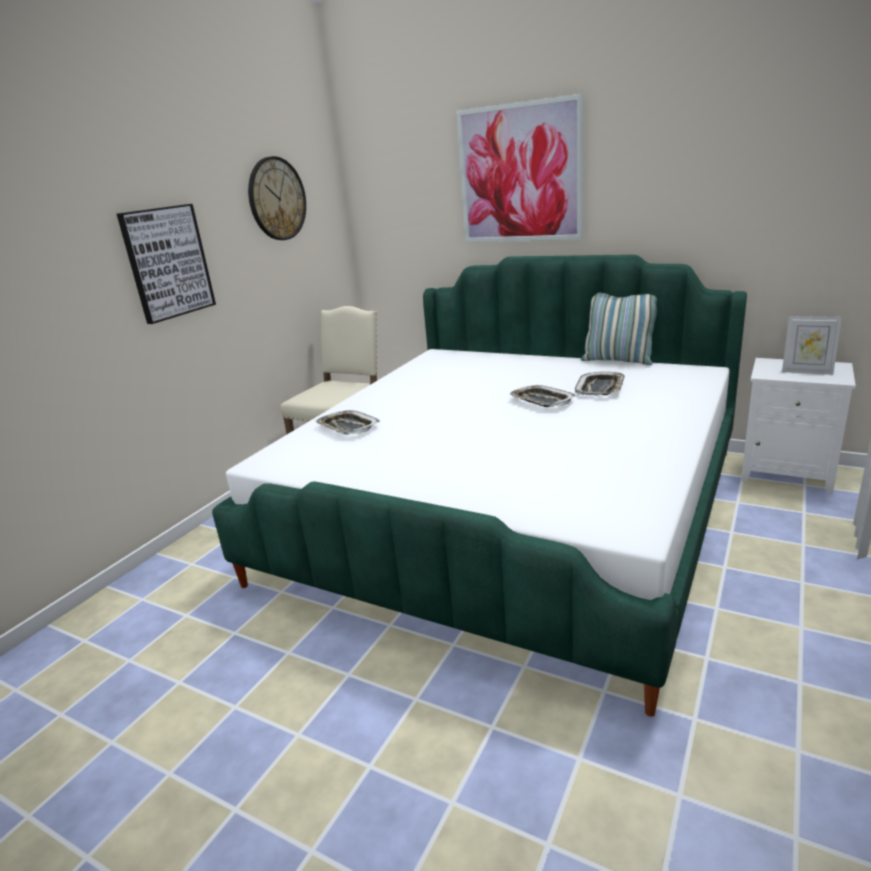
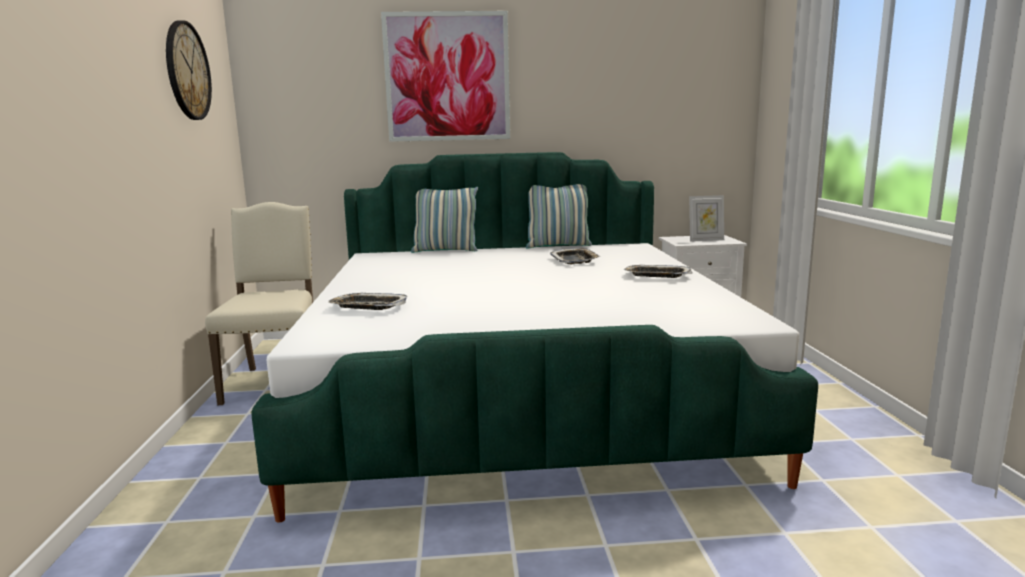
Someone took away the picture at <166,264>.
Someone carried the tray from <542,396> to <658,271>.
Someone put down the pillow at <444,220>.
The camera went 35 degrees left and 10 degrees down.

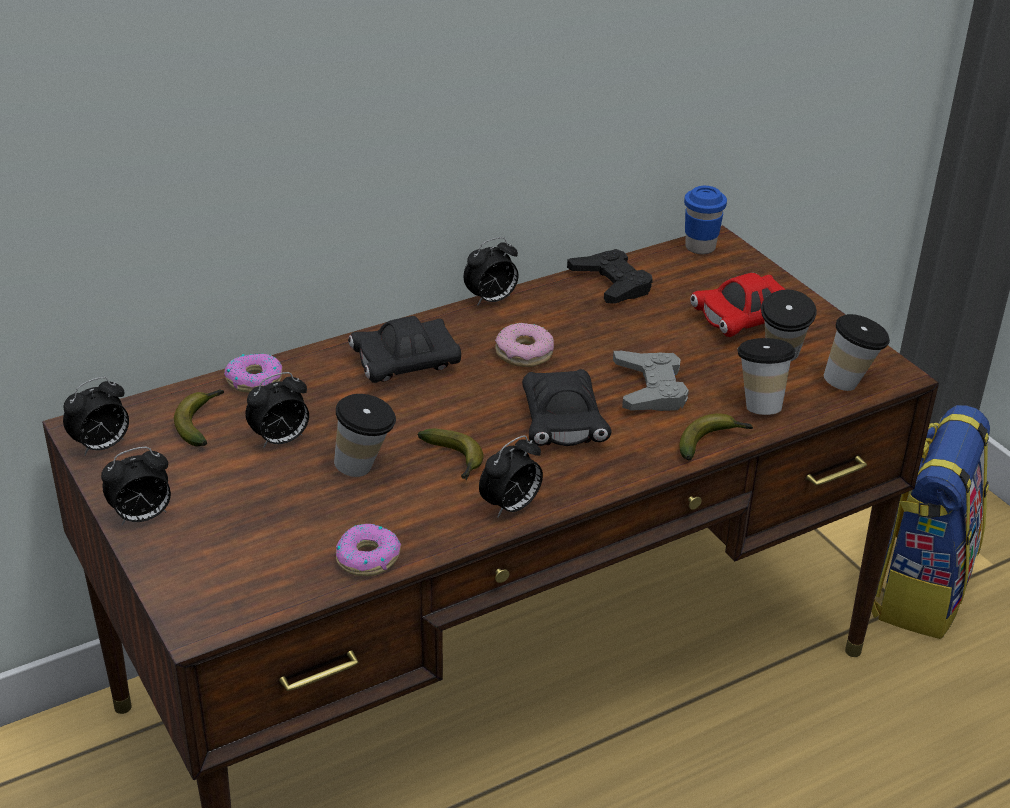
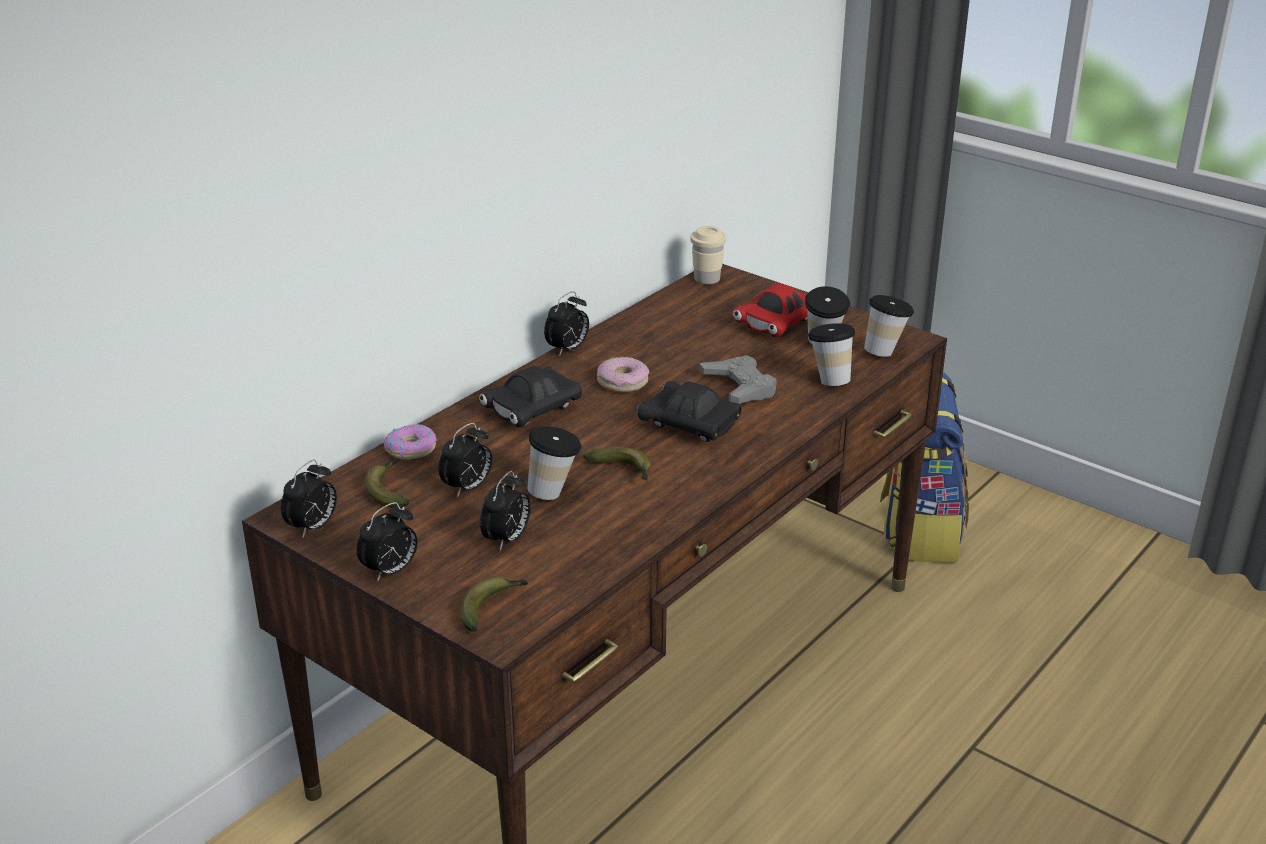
Someone repainted the cup/blue at <705,220>, which became the cup/beige at <708,255>.
Someone took away the game controller/black at <610,276>.
Someone rotated the toy car/black at <567,407> by 150 degrees clockwise.
Someone carried the banana from <716,436> to <494,604>.
Someone carried the alarm clock from <511,476> to <505,511>.
Someone took away the donut at <368,550>.
The camera went 20 degrees left and 5 degrees down.

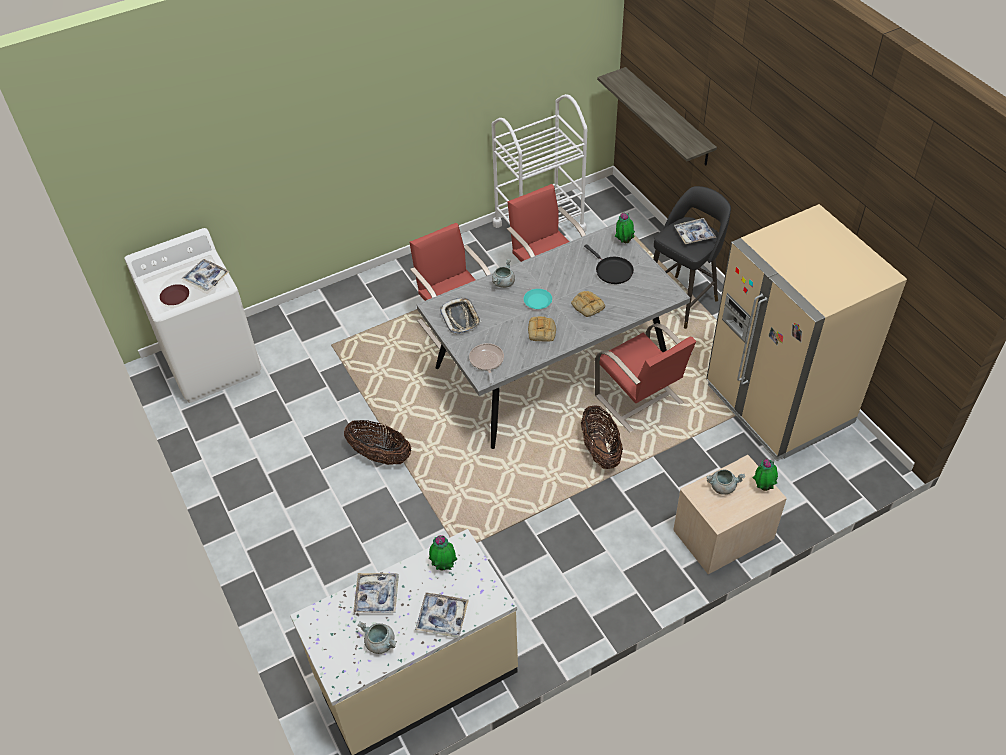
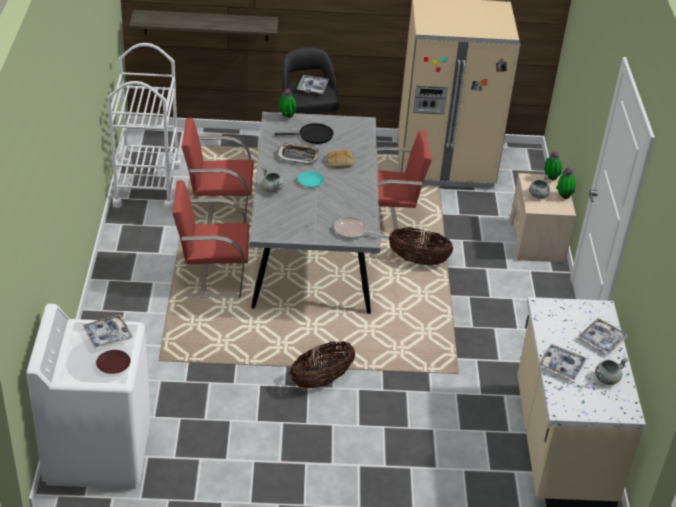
Someone carried the tray from <461,316> to <298,153>.
Someone took away the bread at <542,329>.
Someone carried the potted plant from <443,553> to <566,183>.
The camera went 65 degrees left and 10 degrees down.

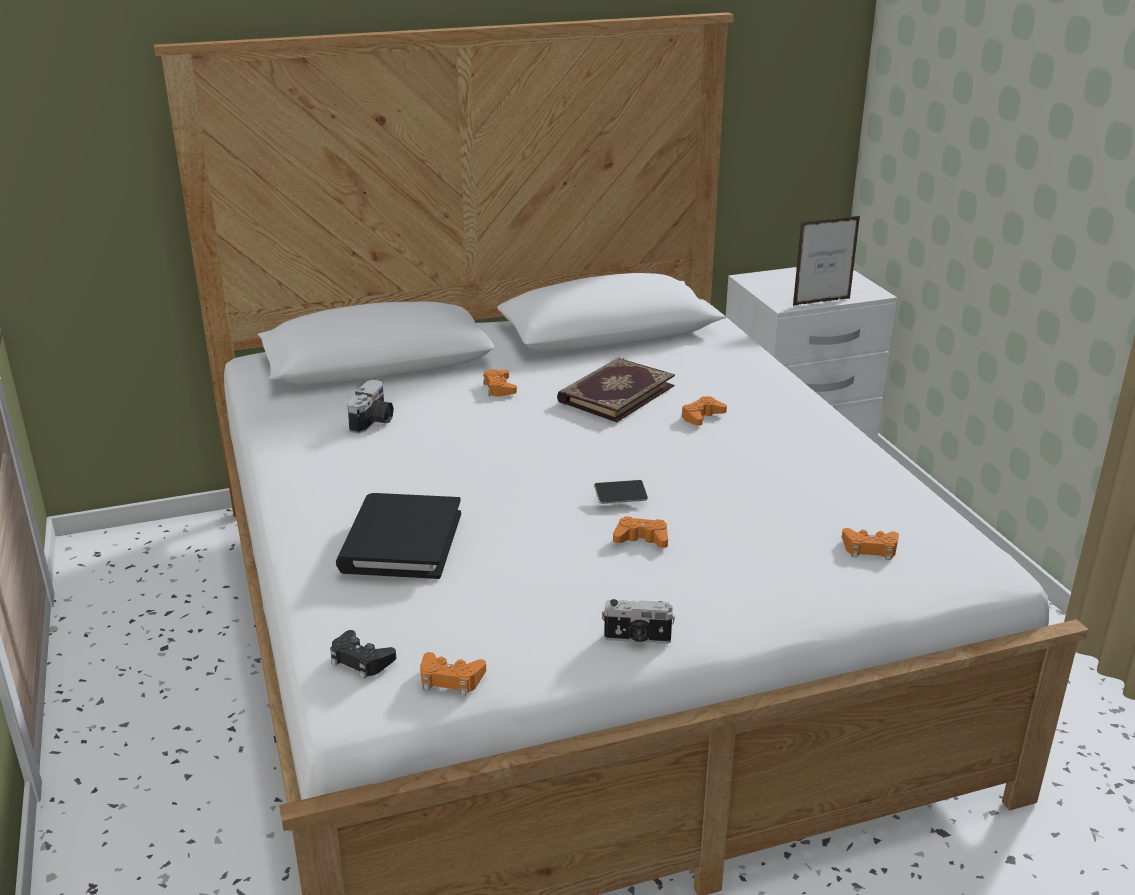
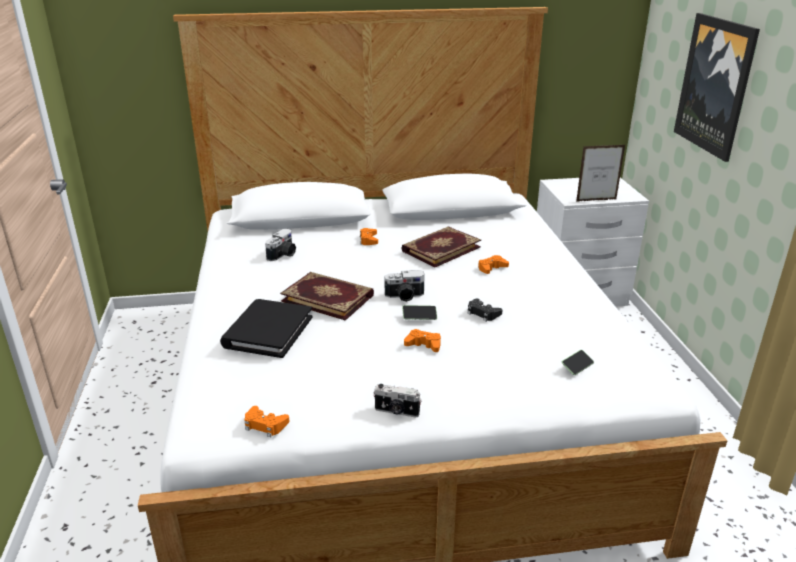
Someone swapped the game controller/orange at <870,544> for the phone at <578,362>.
Someone carried the game controller/black from <363,654> to <484,310>.
Someone put up the picture at <717,87>.
Someone put down the photo camera at <405,286>.
Someone put down the book at <327,296>.
The camera went 10 degrees right and 0 degrees up.

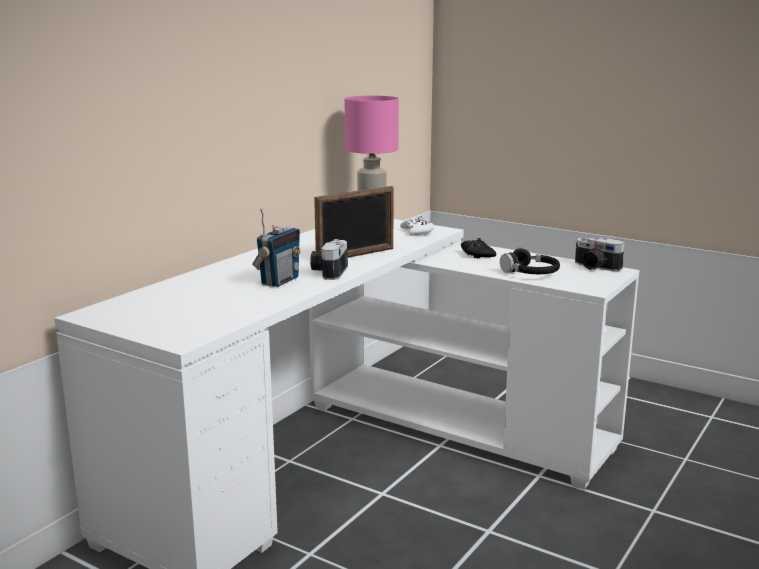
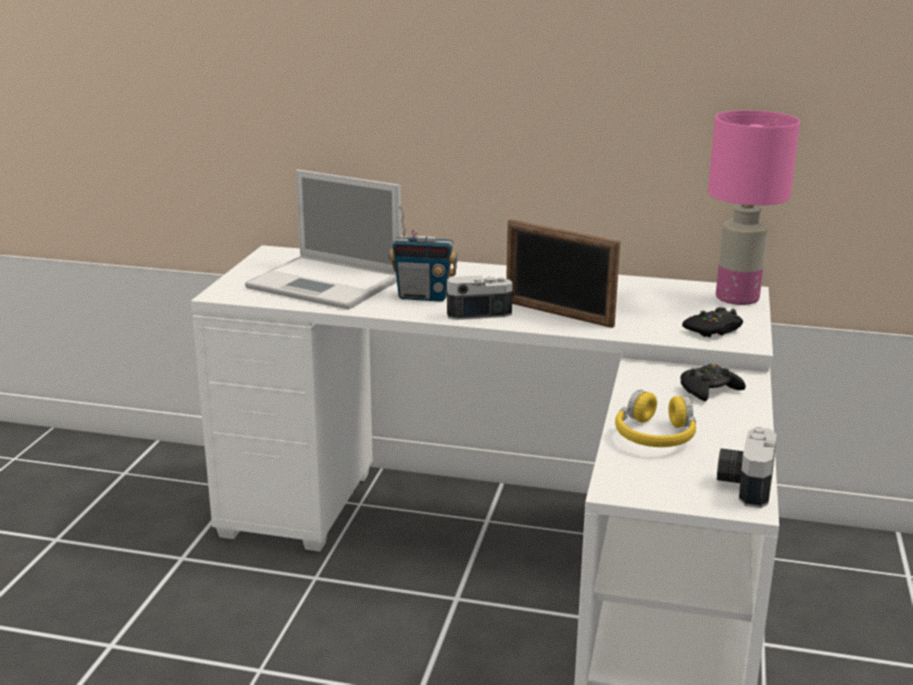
Someone repainted the game controller/white at <417,226>, which became the game controller/black at <712,322>.
Someone repainted the headphones/black at <530,260>, which became the headphones/yellow at <655,418>.
Someone put down the laptop at <323,239>.
The camera went 70 degrees right and 5 degrees up.

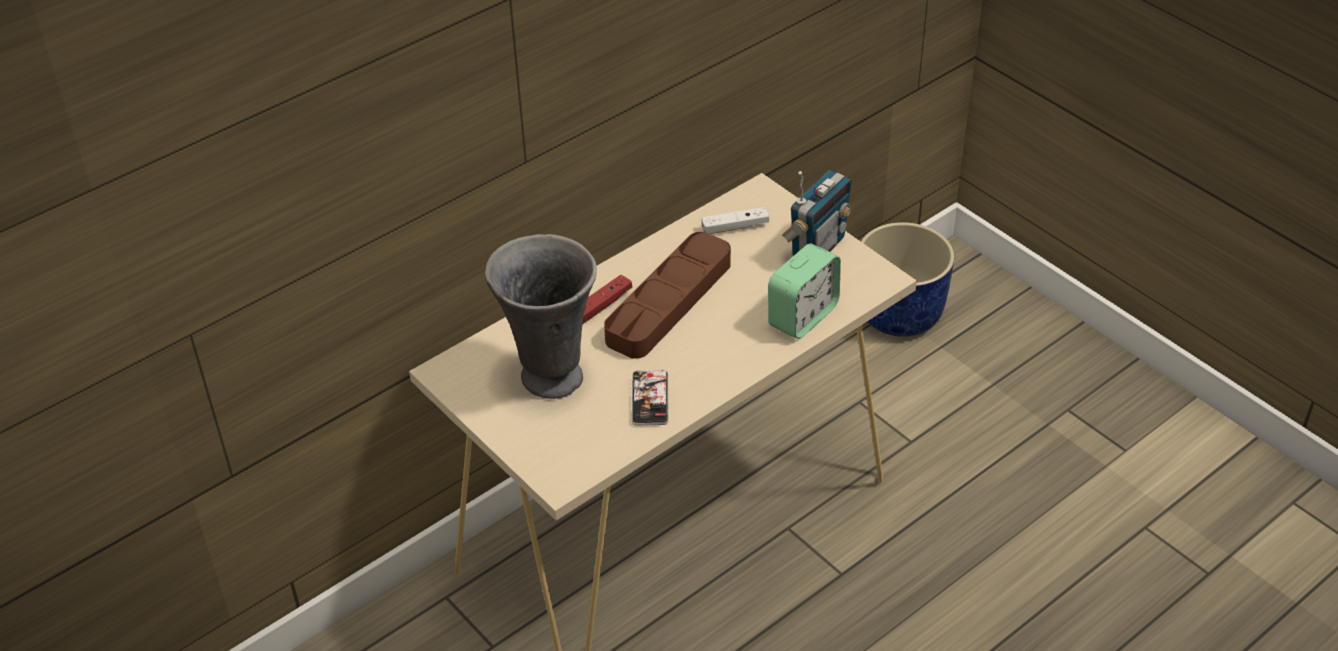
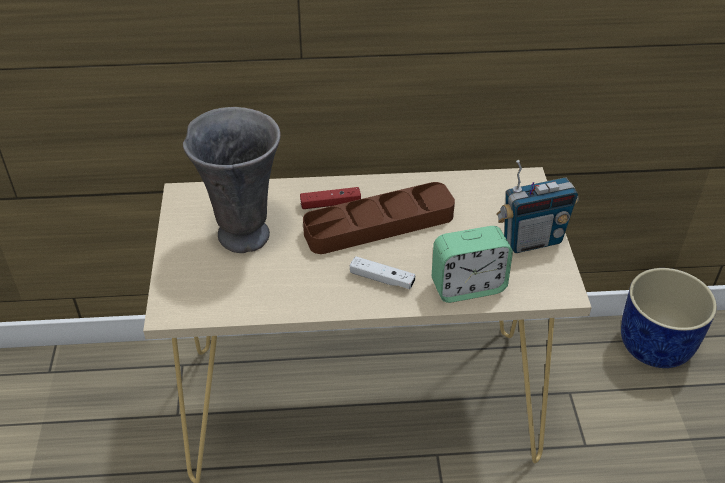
Someone carried the game controller/white from <735,220> to <382,272>.
Someone took away the phone at <650,397>.
The camera went 35 degrees right and 0 degrees up.

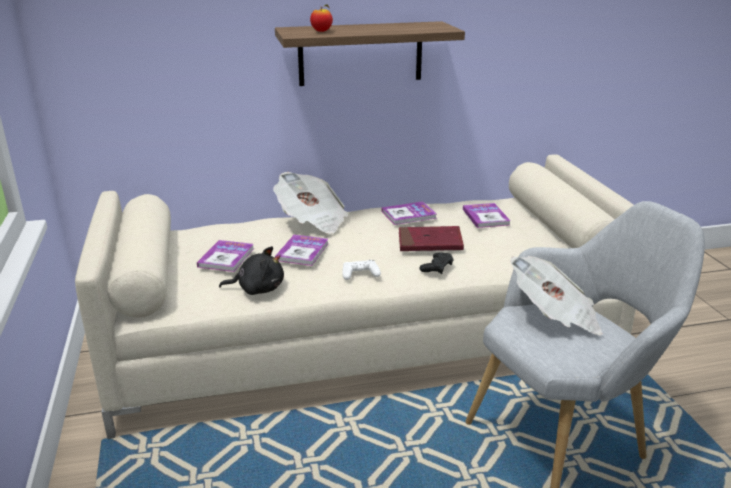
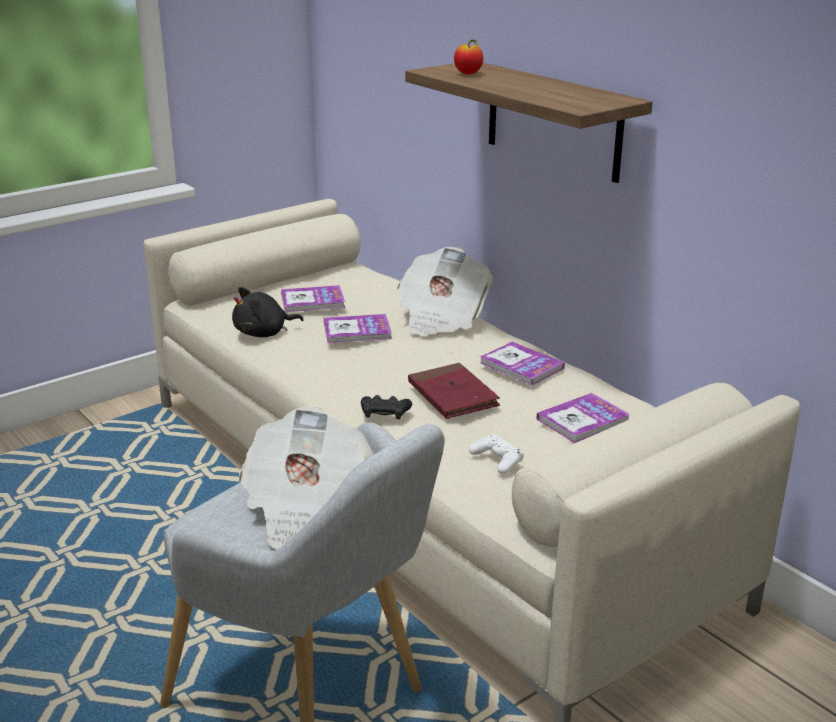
Someone rotated the plush toy/black at <251,270> by 90 degrees clockwise.
Someone carried the game controller/white from <361,270> to <496,454>.
The camera went 65 degrees right and 0 degrees up.

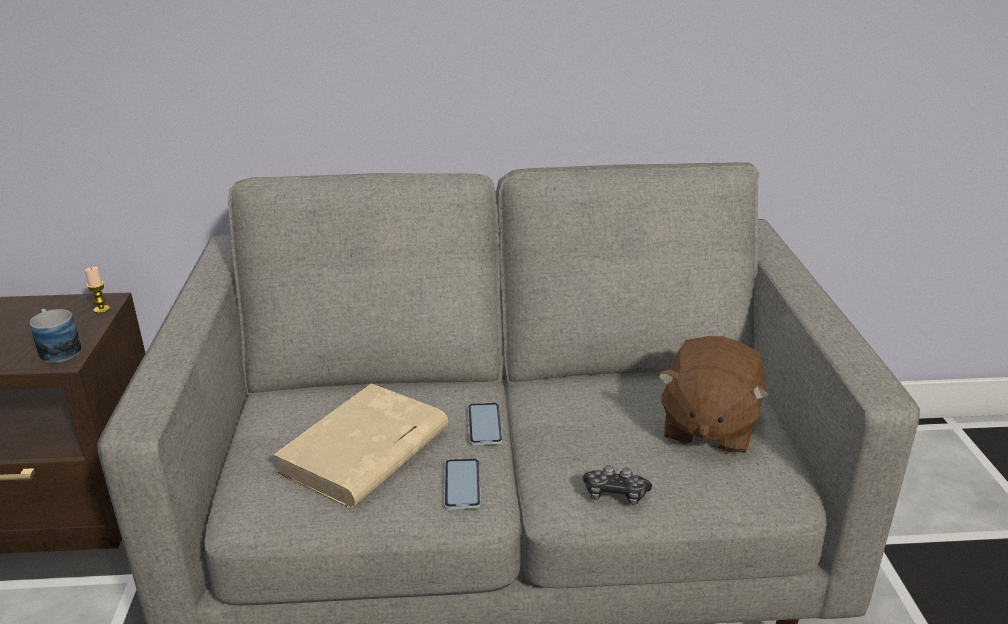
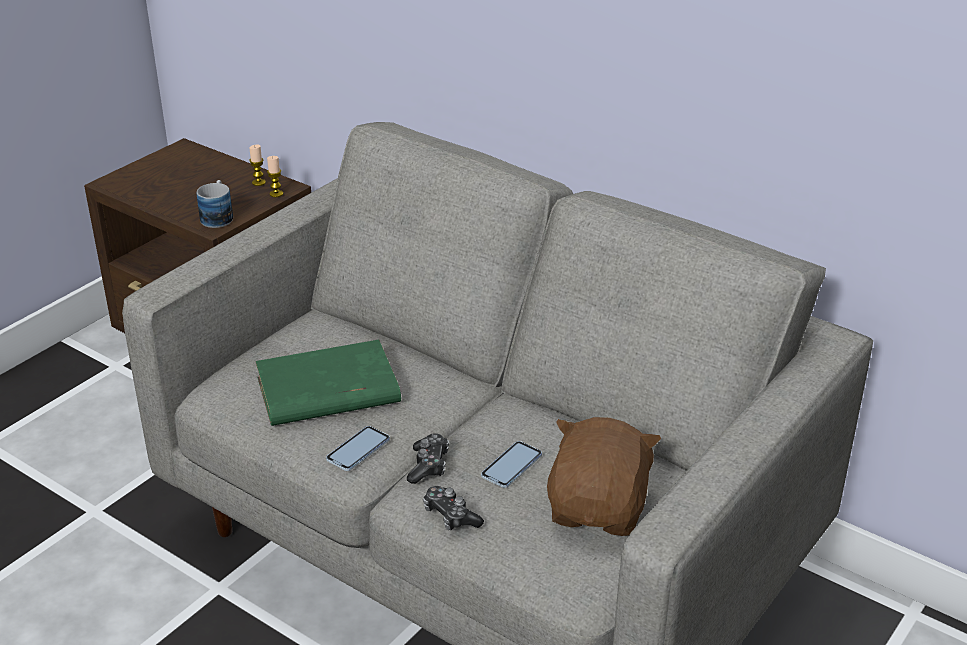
Someone rotated the plush toy/brown at <713,395> by 135 degrees clockwise.
Someone repainted the book/beige at <361,445>, which became the book/green at <328,383>.
Someone carried the phone from <485,424> to <511,464>.
Someone put down the candle at <257,165>.
Someone put down the game controller at <428,458>.
The camera went 40 degrees right and 5 degrees up.

